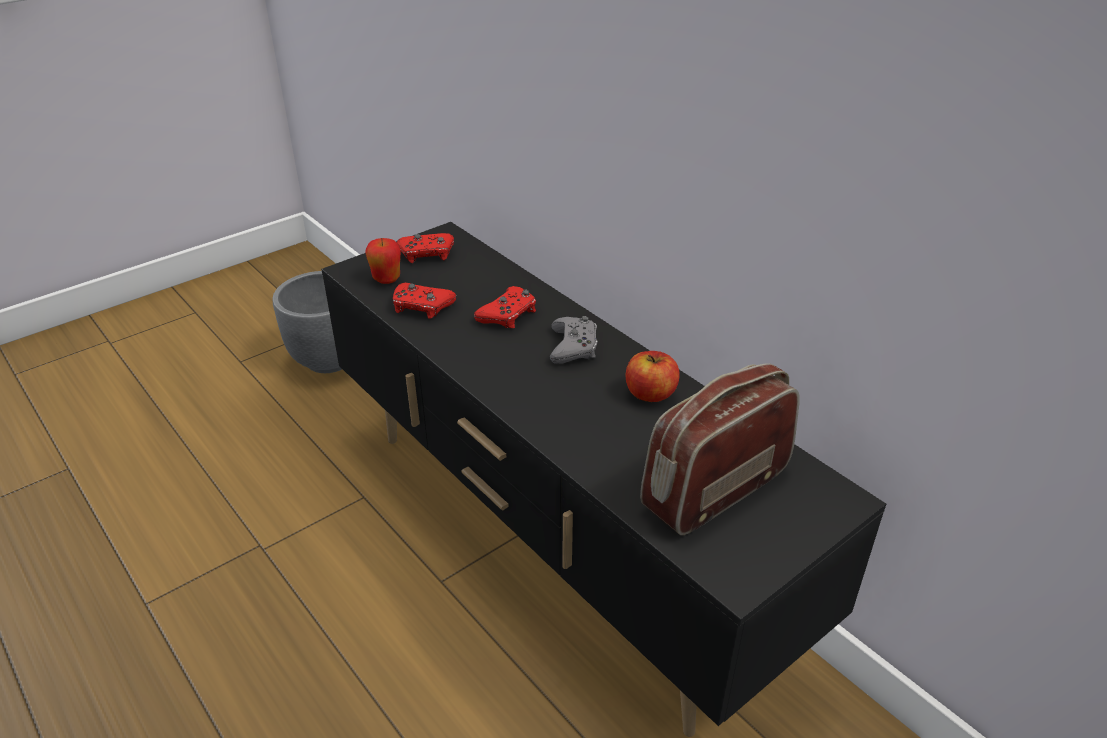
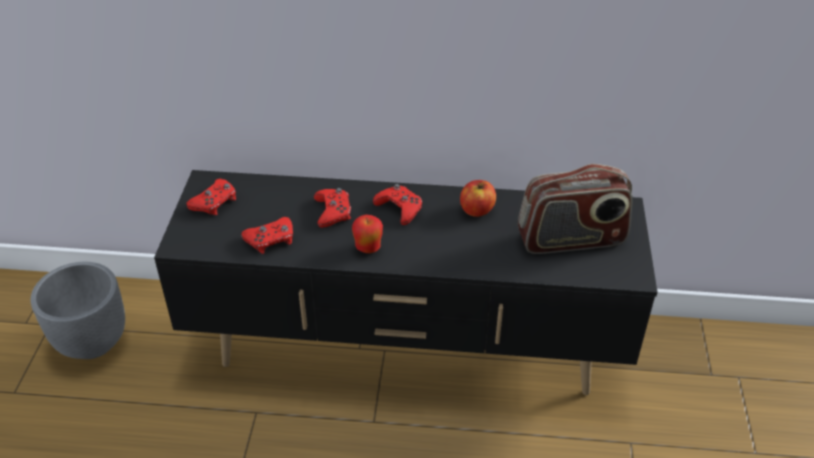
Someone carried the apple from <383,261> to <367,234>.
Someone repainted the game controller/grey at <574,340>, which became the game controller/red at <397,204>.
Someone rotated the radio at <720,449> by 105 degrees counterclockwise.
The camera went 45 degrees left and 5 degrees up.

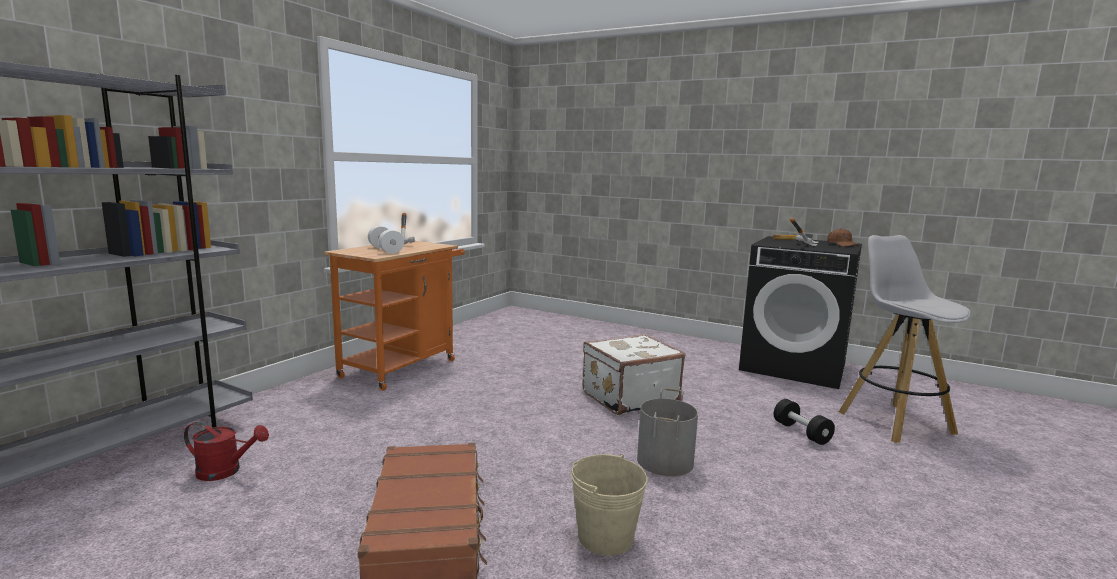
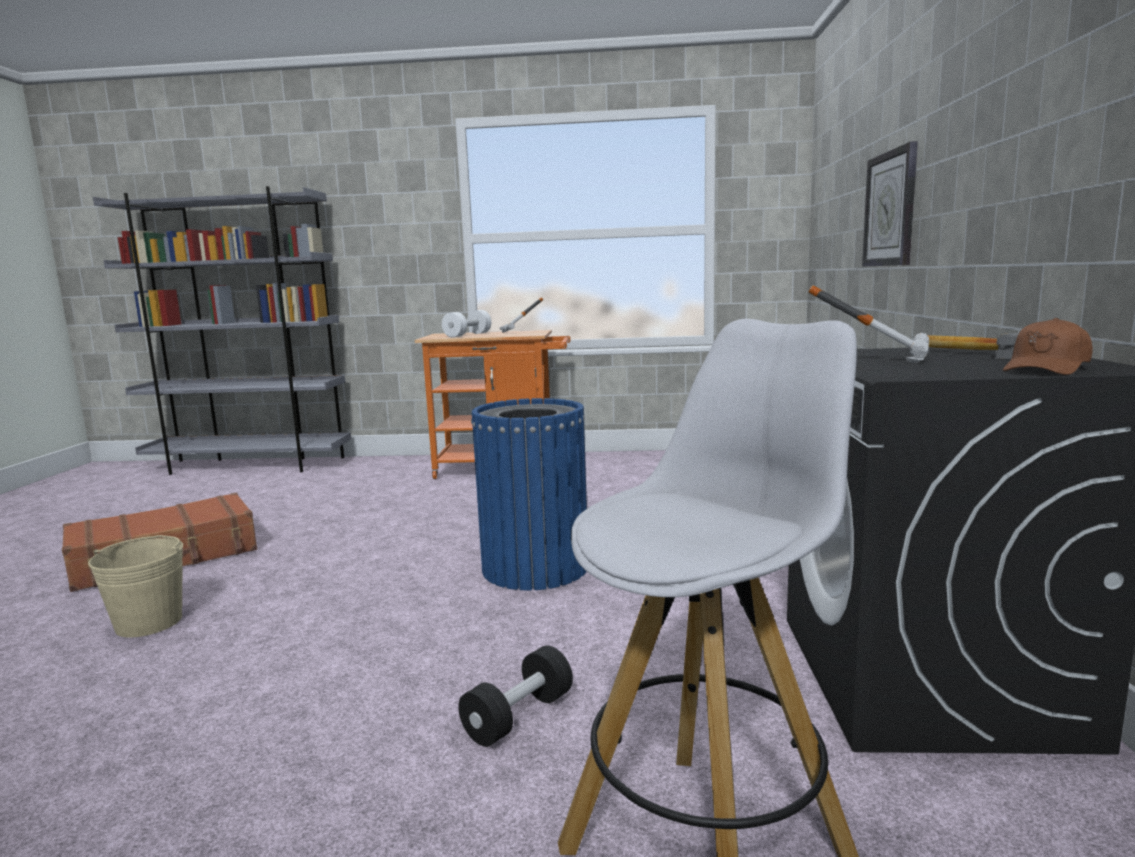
Someone swapped the suitcase/white at <633,374> for the trash can/blue at <529,494>.
Someone took away the bucket/grey at <667,432>.
Someone took away the watering can/red at <226,451>.
Someone put up the wall clock at <890,204>.
The camera went 65 degrees right and 0 degrees up.

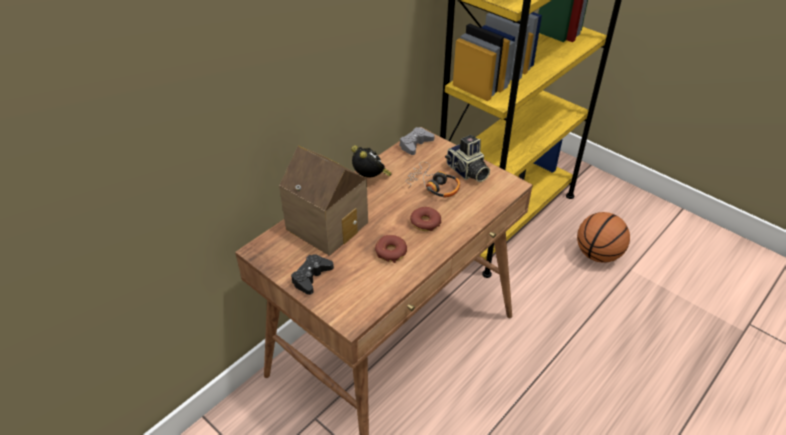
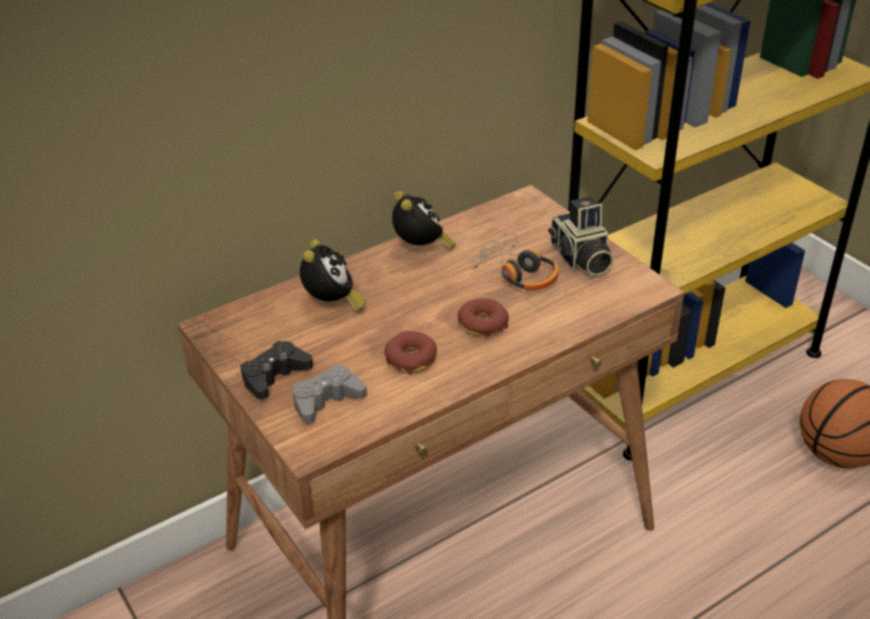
Someone carried the game controller/grey from <417,141> to <329,394>.
Someone swapped the toy house at <323,201> for the alarm clock at <333,276>.
The camera went 15 degrees right and 5 degrees down.

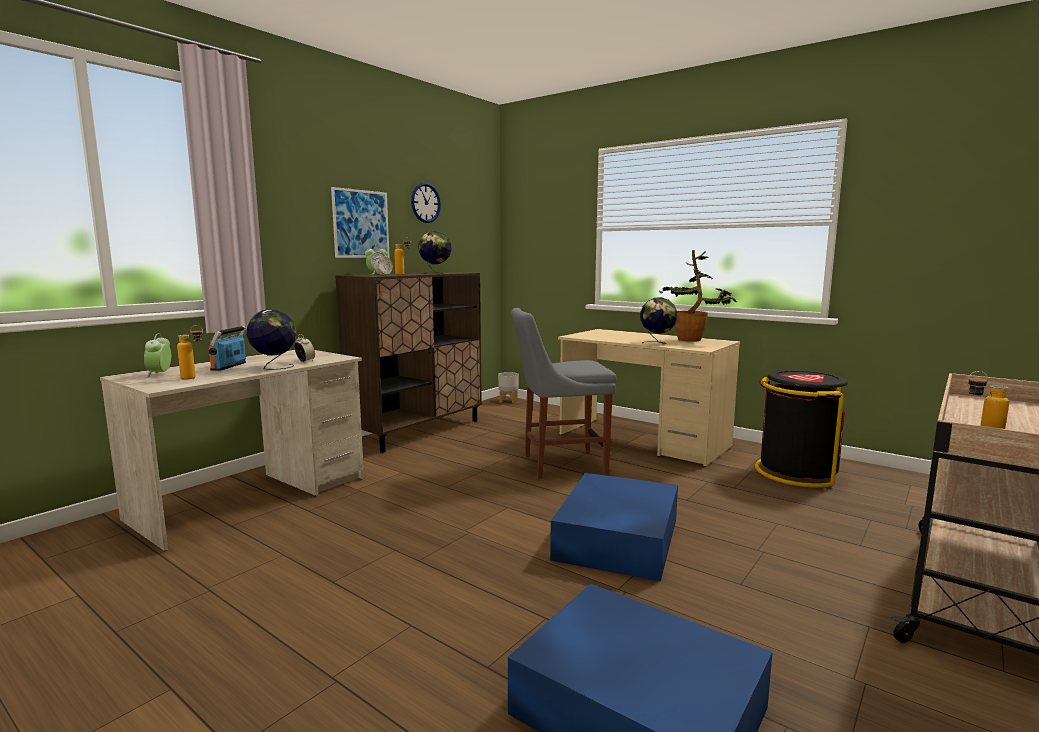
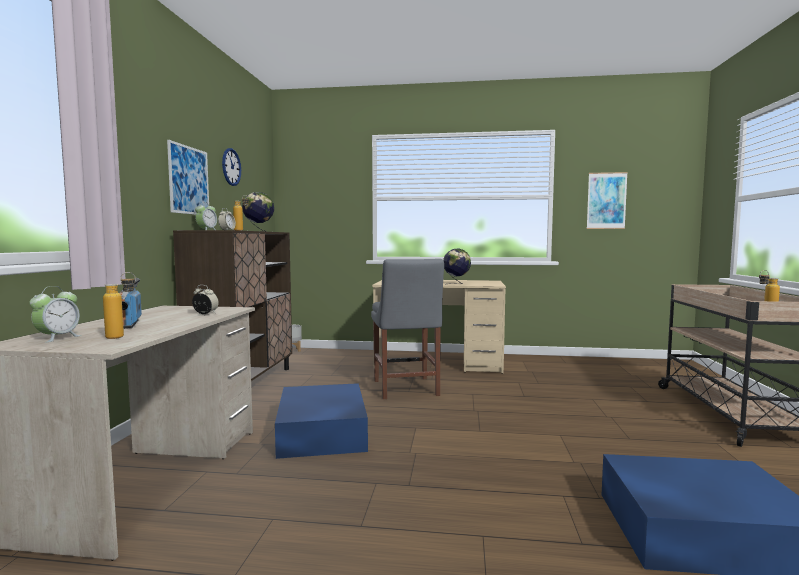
Someone took away the potted plant at <698,296>.
Someone rotated the chair/grey at <564,393> by 60 degrees counterclockwise.
Someone took away the globe at <271,340>.
Someone rotated the alarm clock at <157,355> by 120 degrees counterclockwise.
Someone took away the trash can/black at <801,429>.
Someone carried the storage box/blue from <614,527> to <321,421>.
Someone put up the picture at <607,200>.
The camera went 30 degrees left and 5 degrees down.

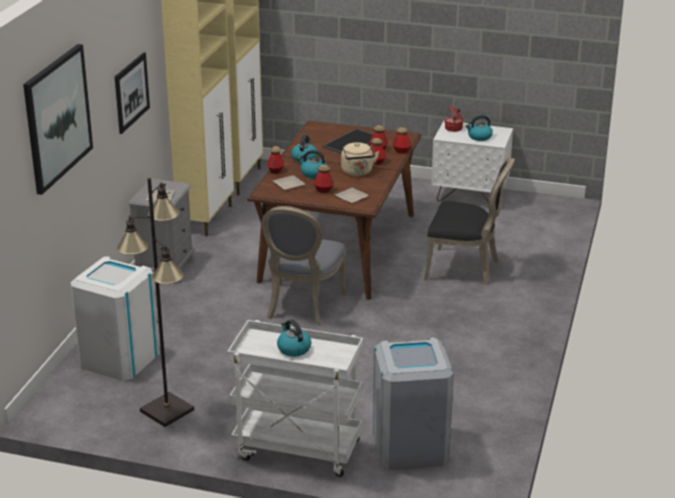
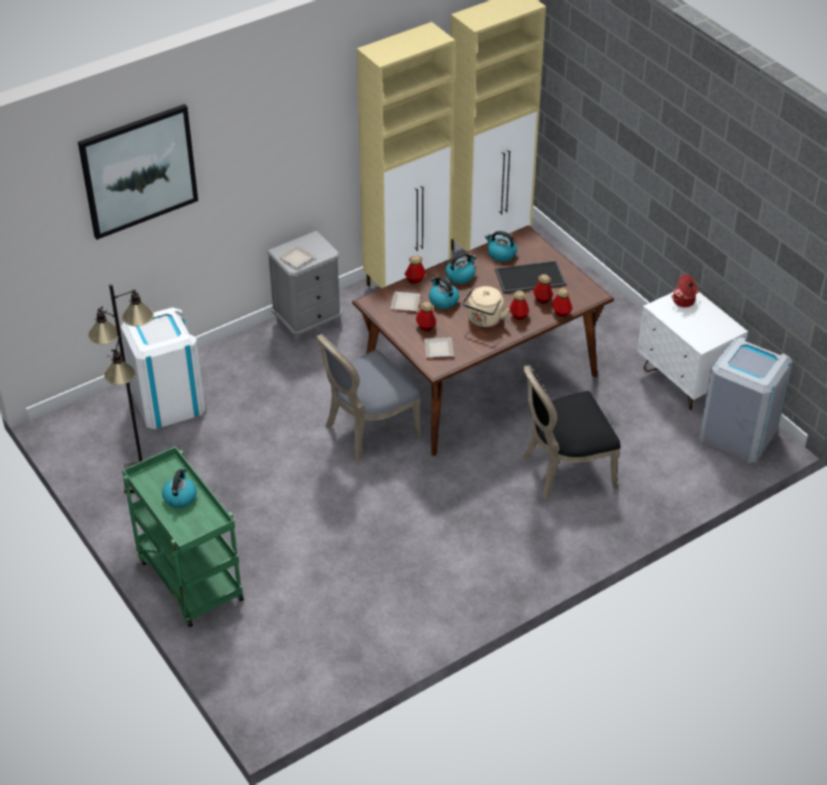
Someone took away the picture at <132,93>.
Someone carried the kettle from <479,128> to <501,246>.
Someone rotated the chair/black at <469,221> by 105 degrees clockwise.
Someone repainted the cart/white at <295,398>, which became the cart/green at <183,536>.
Someone carried the trash can/grey from <413,403> to <746,400>.
The camera went 40 degrees right and 15 degrees up.

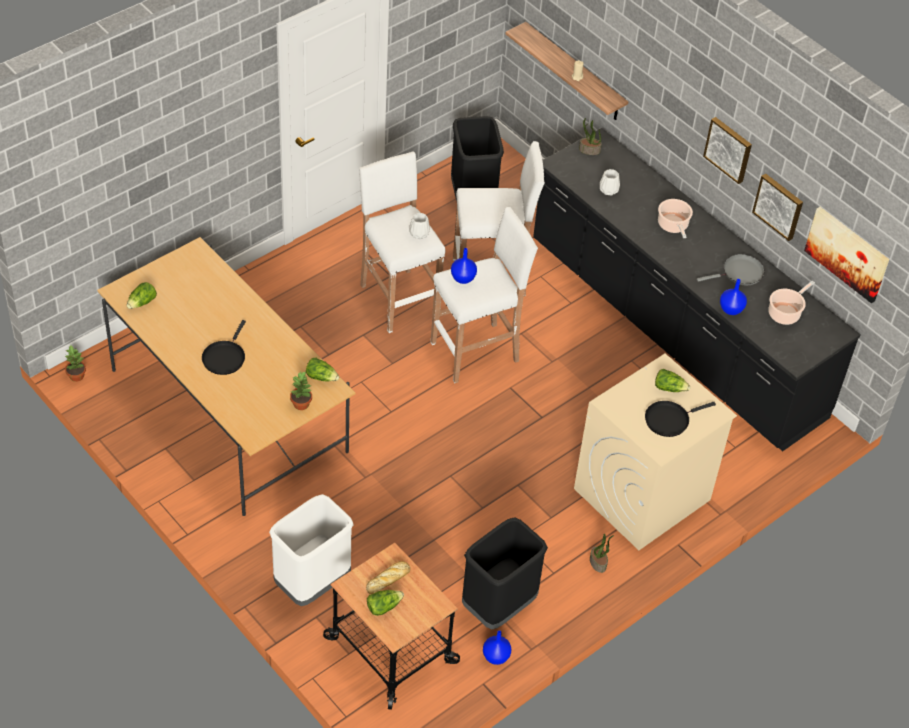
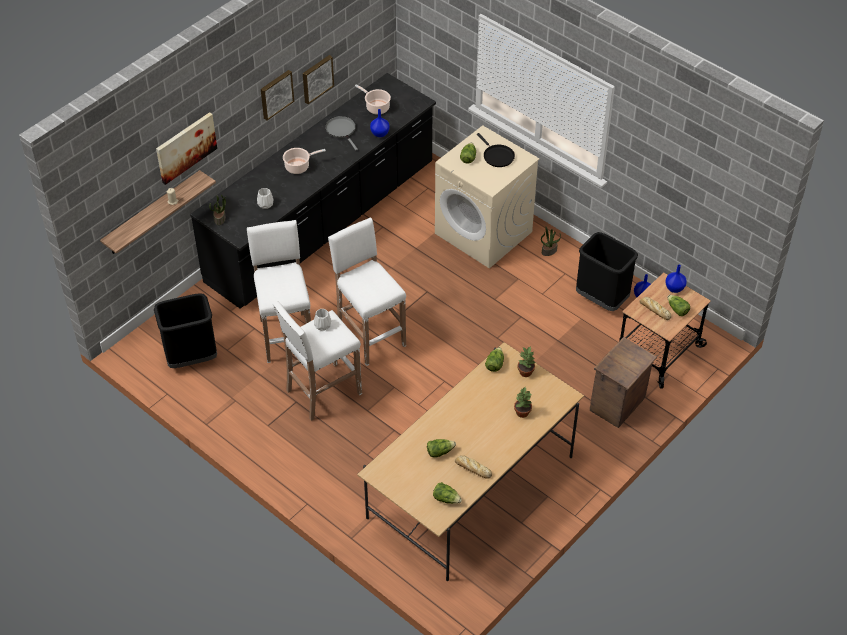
Someone carried the picture from <846,255> to <186,148>.
Someone carried the vase/blue from <464,266> to <676,279>.
Someone took away the frying pan/black at <224,347>.
Someone carried the potted plant from <75,363> to <523,402>.
Someone swapped the trash can/white at <311,550> for the crate at <623,382>.
Someone put down the lettuce at <441,448>.
Someone put down the bread at <473,467>.
The camera went 95 degrees left and 0 degrees up.

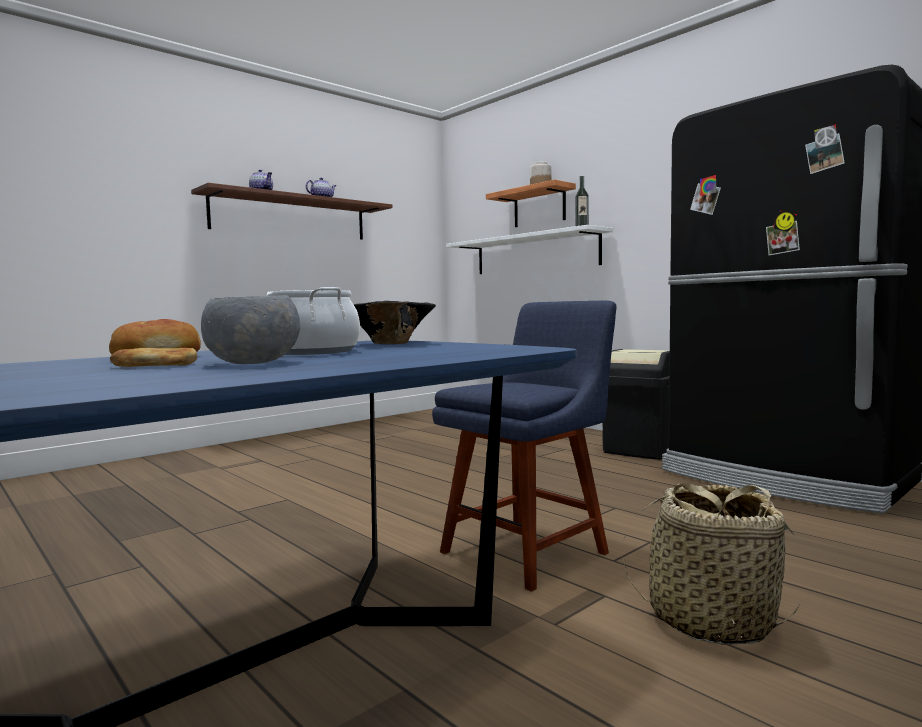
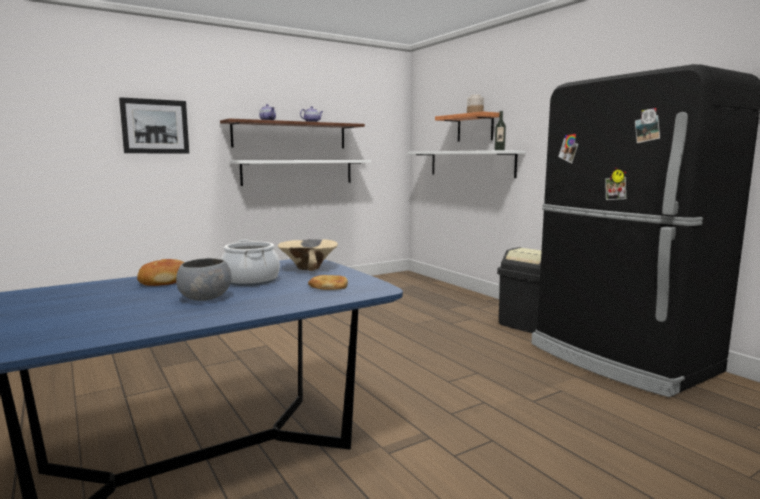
Someone repainted the bowl/black at <394,322>, which became the bowl/beige at <308,255>.
Someone took away the chair/blue at <524,446>.
Someone carried the bread from <153,357> to <328,282>.
Someone took away the basket at <712,564>.
Someone put up the picture at <154,125>.
Someone put up the shelf/white at <300,173>.
The camera went 10 degrees right and 5 degrees up.

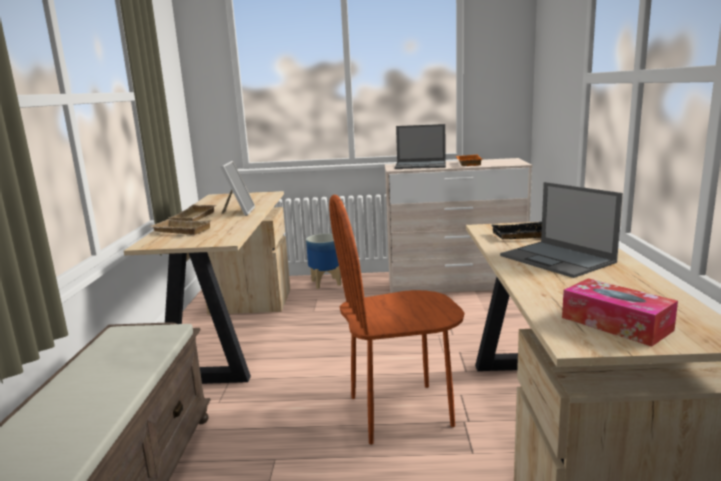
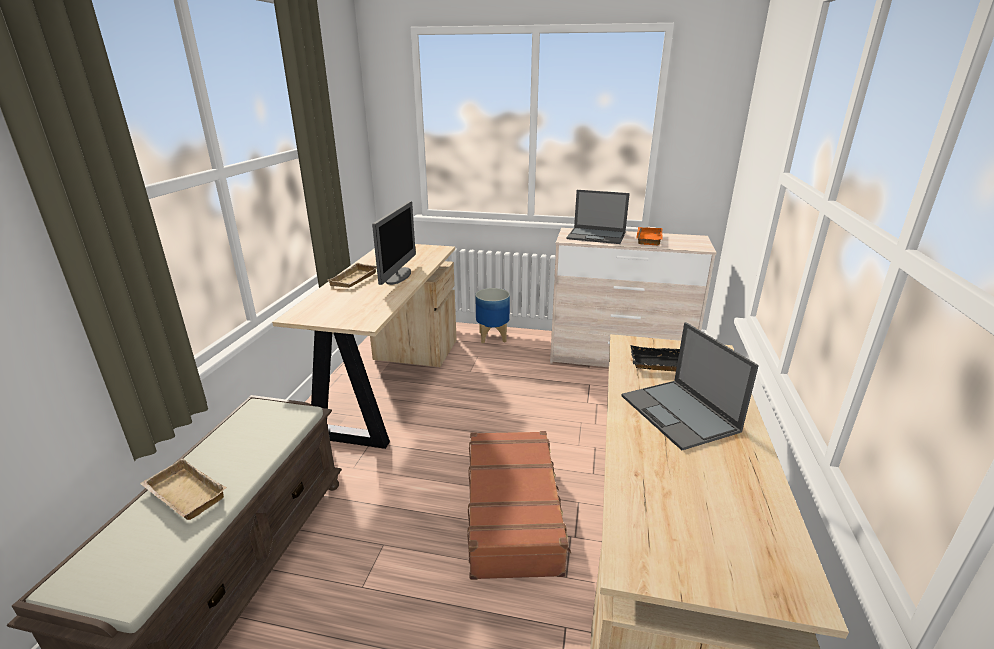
Someone swapped the picture frame at <238,188> for the monitor at <394,243>.
Someone swapped the chair/brown at <397,320> for the suitcase/brown at <519,505>.
Someone carried the tray/beige from <180,227> to <183,489>.
Someone took away the tissue box at <620,312>.
The camera went 10 degrees right and 10 degrees up.

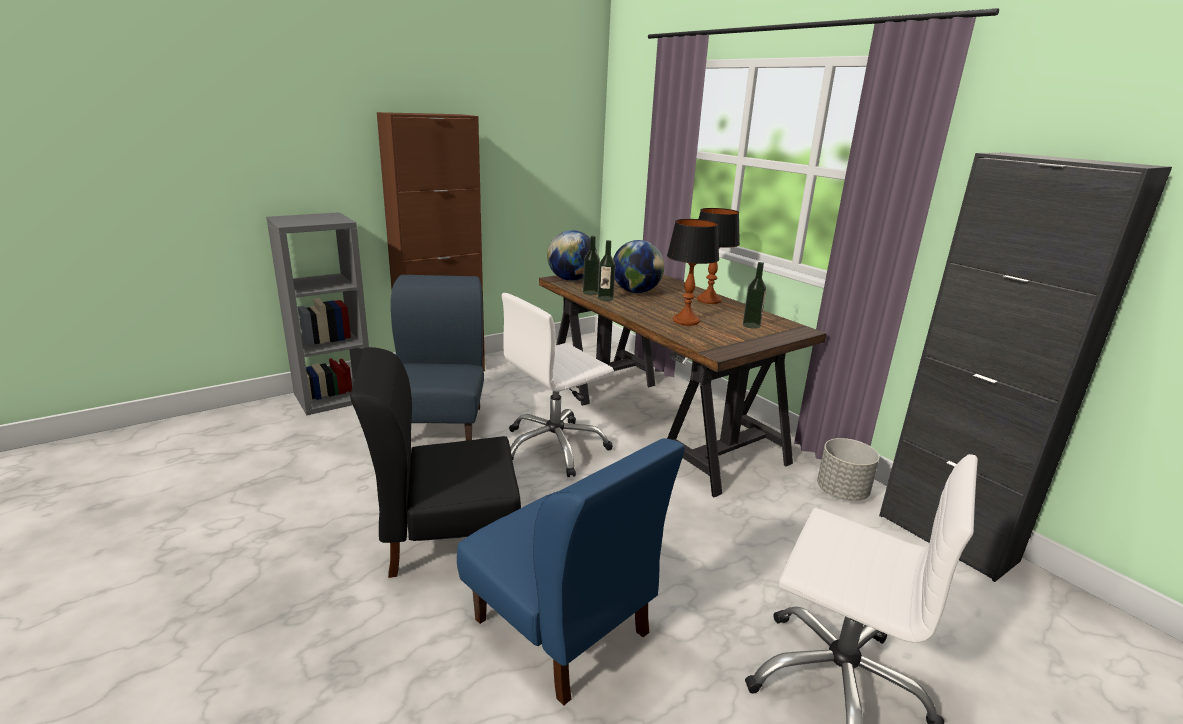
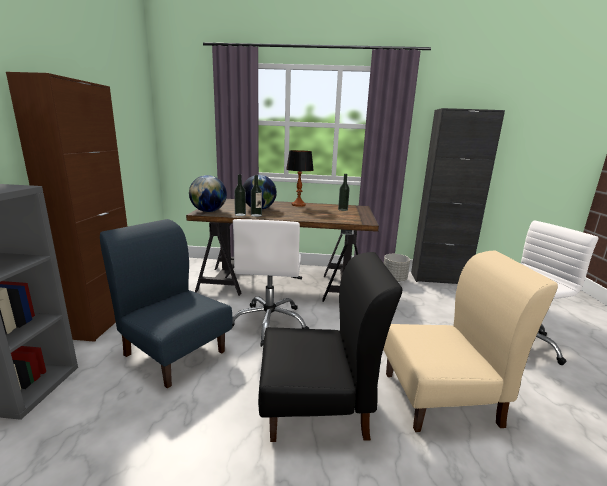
Someone took away the table lamp at <693,272>.
Someone rotated the chair/black at <435,462> by 120 degrees counterclockwise.
Someone repainted the chair/blue at <571,572>, which became the chair/beige at <470,341>.
The camera went 50 degrees left and 5 degrees down.

